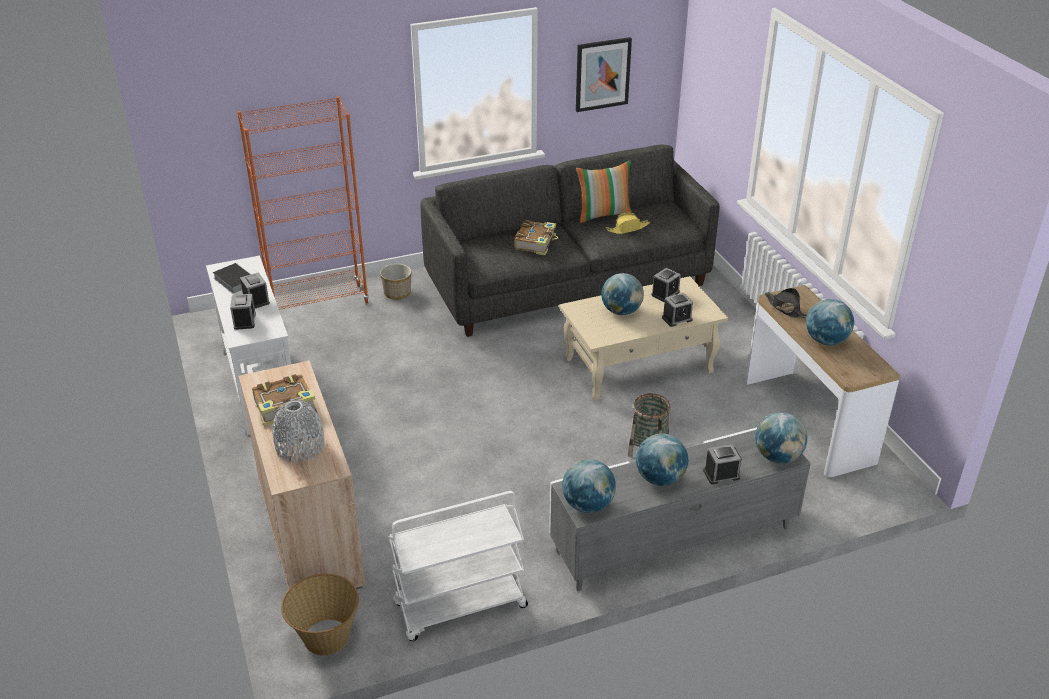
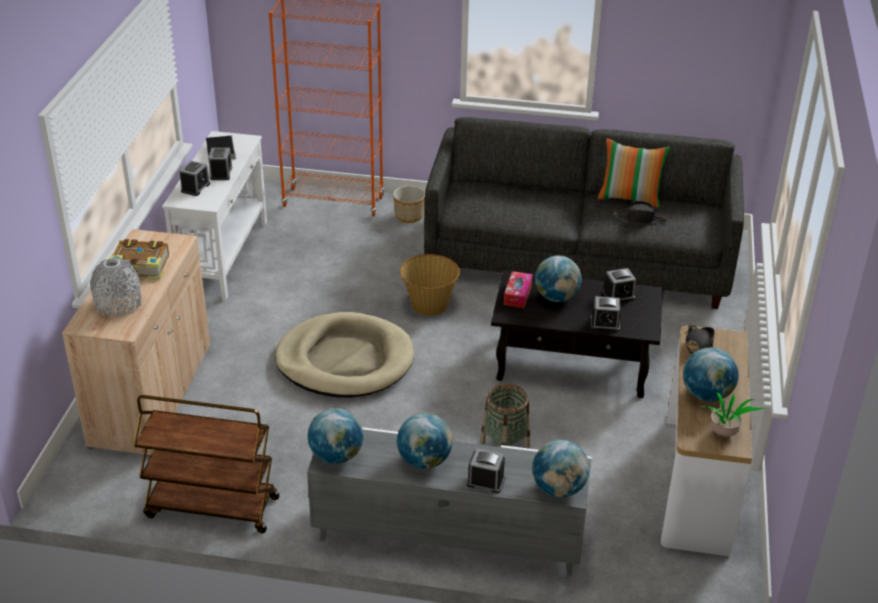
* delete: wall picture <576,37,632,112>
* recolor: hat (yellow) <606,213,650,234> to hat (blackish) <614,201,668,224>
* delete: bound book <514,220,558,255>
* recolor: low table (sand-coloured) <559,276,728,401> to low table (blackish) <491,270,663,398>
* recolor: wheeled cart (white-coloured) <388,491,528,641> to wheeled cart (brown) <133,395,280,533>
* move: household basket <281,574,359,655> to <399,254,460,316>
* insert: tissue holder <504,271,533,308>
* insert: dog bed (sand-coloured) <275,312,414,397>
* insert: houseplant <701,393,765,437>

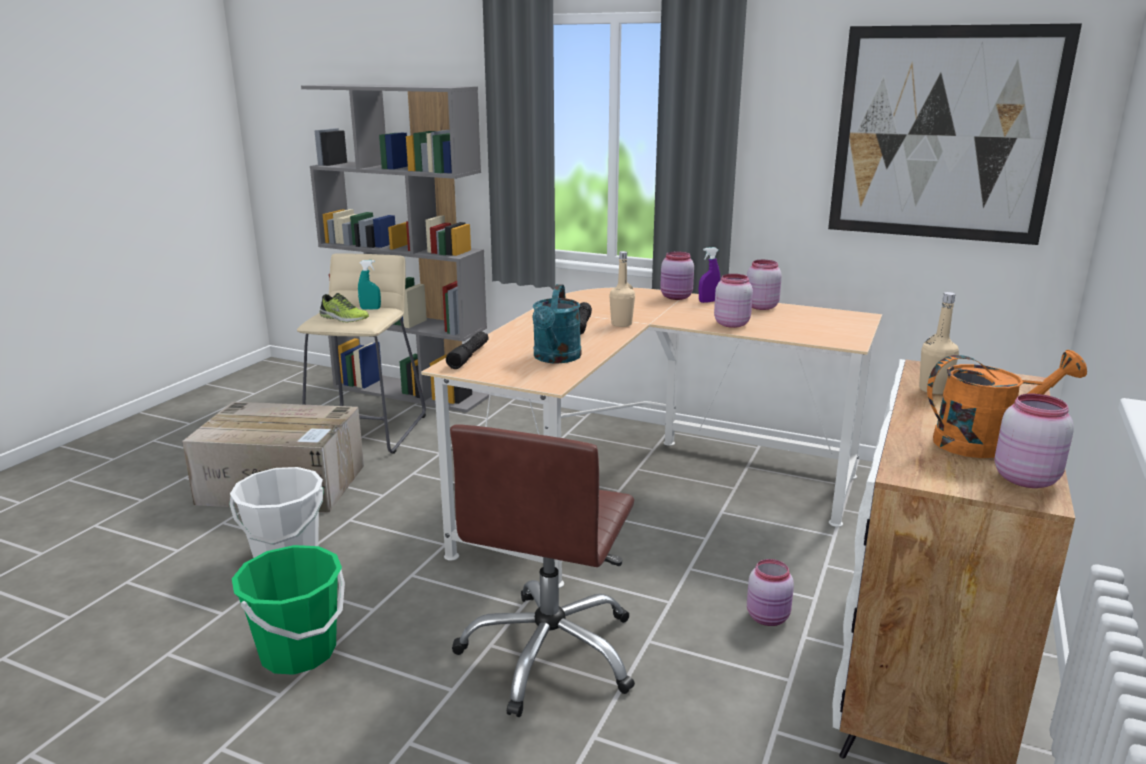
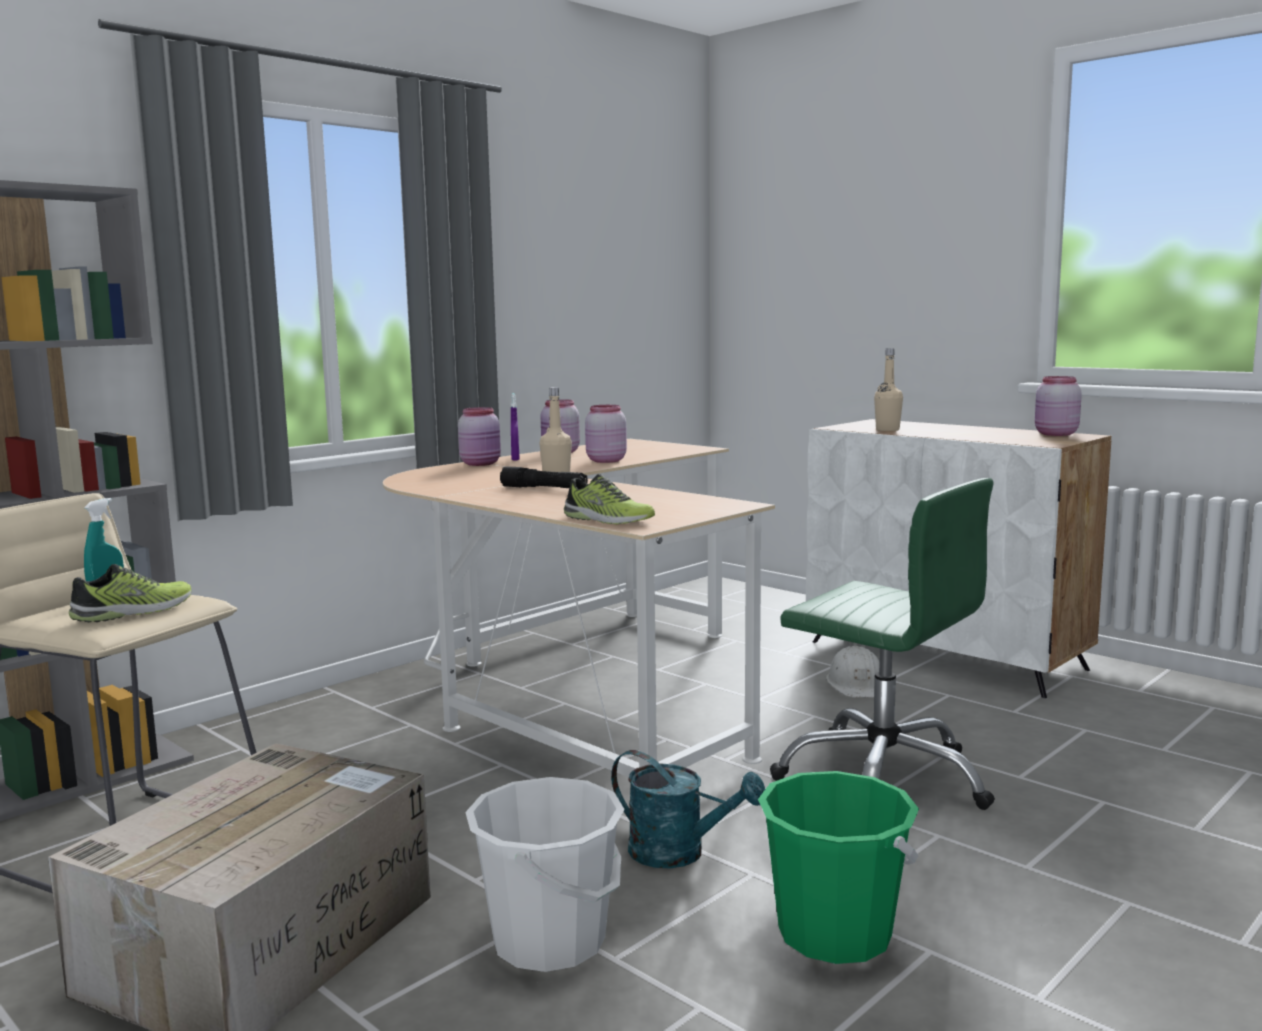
* delete: wall picture <828,23,1082,245>
* move: watering pot (turquoise) <532,284,582,363> to <611,750,765,868>
* replace: hand torch (blackish) <446,332,488,369> to low shoe <564,474,655,524>
* delete: watering pot (orange-coloured) <927,350,1087,458>
* recolor: office chair (brown) <450,424,635,717> to office chair (green-coloured) <770,478,995,810>
* replace: jar (pink-coloured) <747,559,794,626> to work helmet (white-coloured) <826,646,880,698>

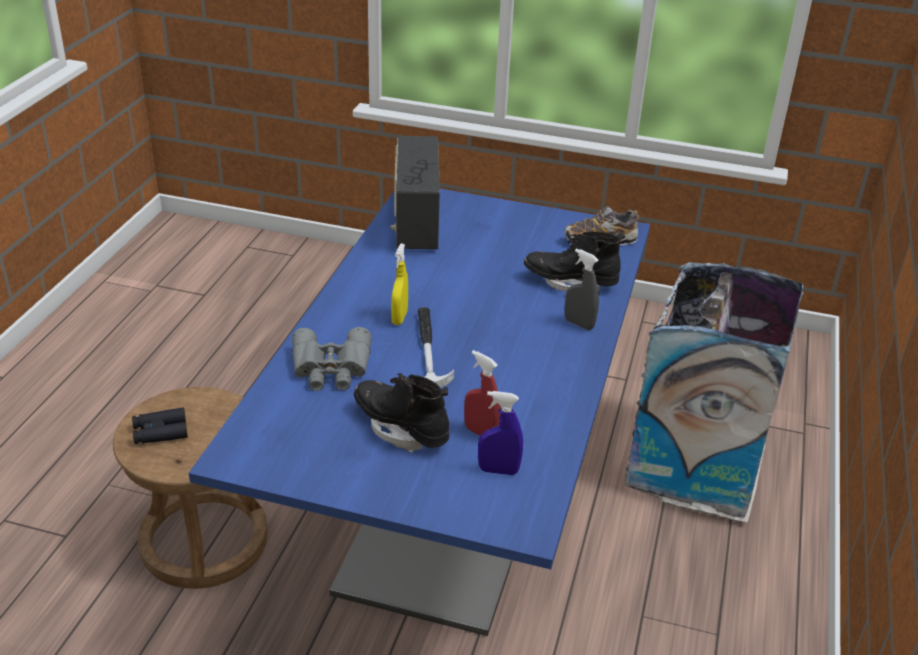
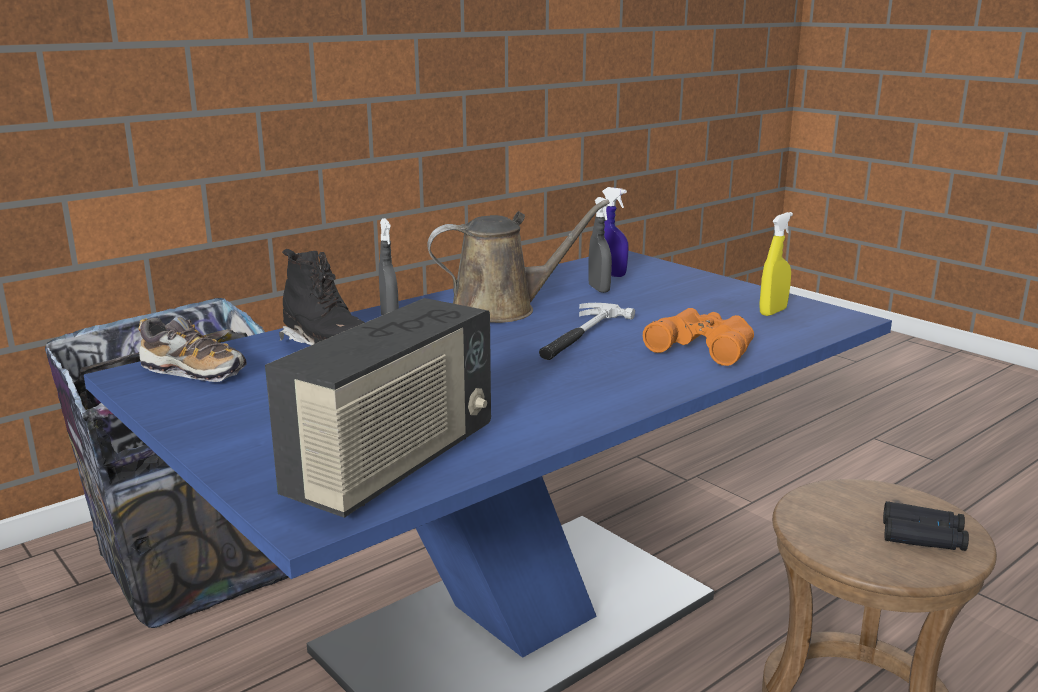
* move: sprayer (yellow) <391,243,408,325> to <759,212,793,316>
* recolor: pair of binoculars (gray) <292,327,371,391> to pair of binoculars (orange-coloured) <643,308,754,366>
* recolor: sprayer (red) <464,350,501,436> to sprayer (gray) <588,197,612,293>
* delete: high-top boot (blackish) <354,373,449,453>
* insert: watering pot (brown) <427,199,610,323>

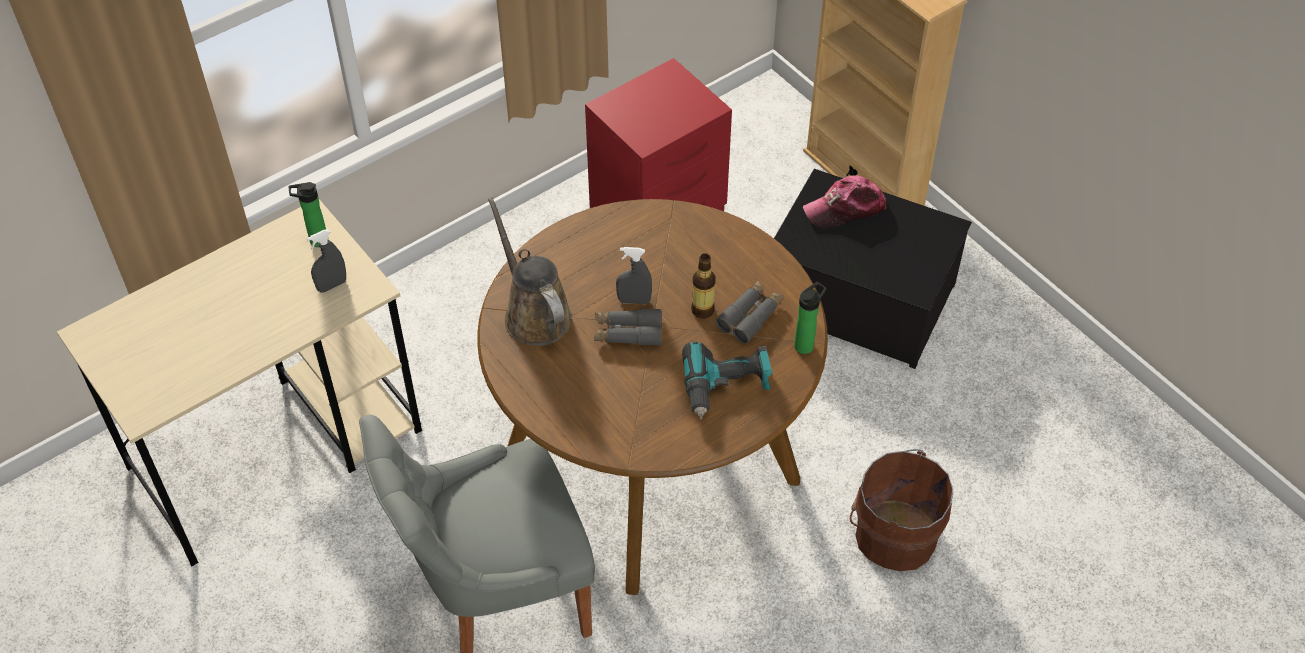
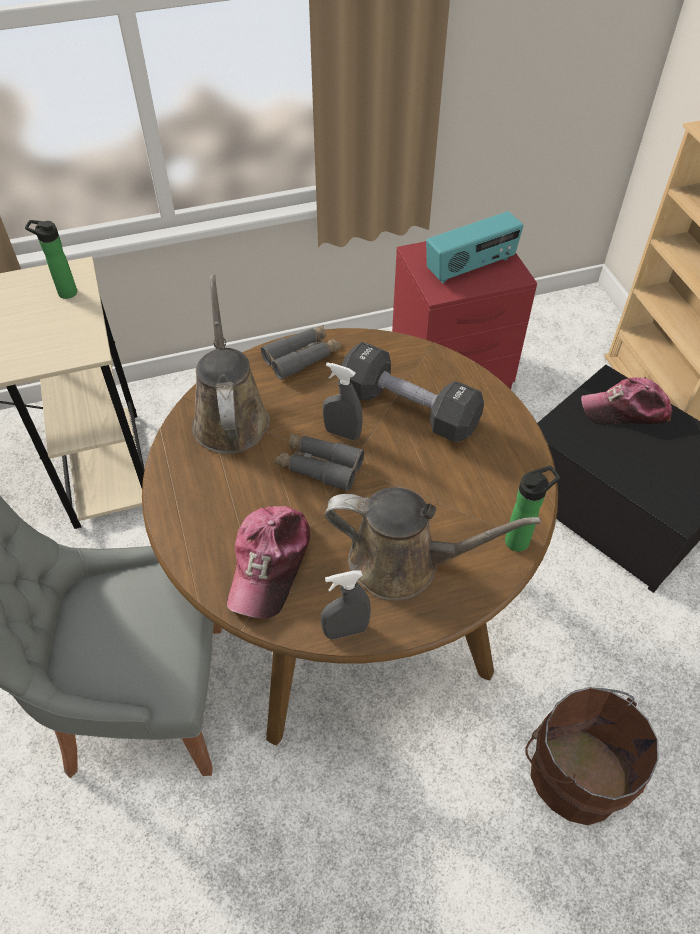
* move: sprayer (gray) <307,229,346,293> to <321,570,371,639>
* delete: drink bottle <691,253,716,319>
* move: pair of binoculars (gray) <715,281,783,343> to <261,325,341,380>
* replace: drill <682,341,772,419> to watering pot (brown) <325,487,541,601>
* insert: radio <426,211,524,283>
* insert: hand weight (blackish) <341,342,484,442>
* insert: baseball cap <227,506,310,619>

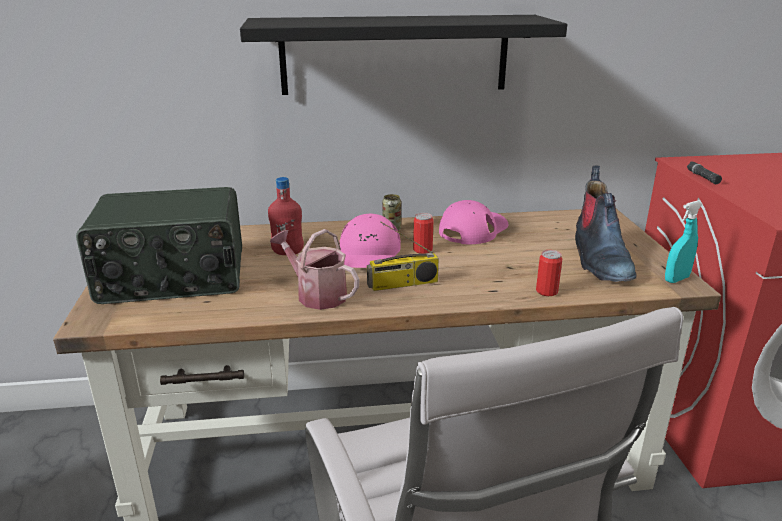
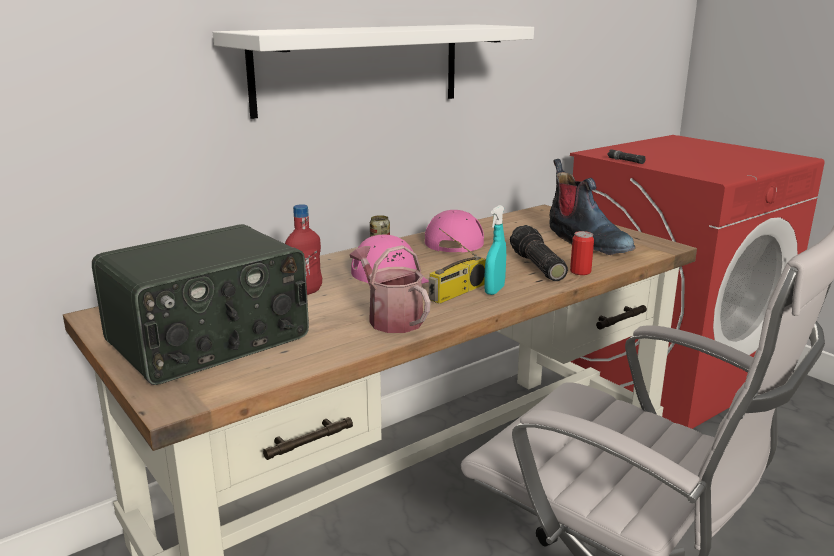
* recolor: wall shelf (blackish) <240,15,567,95> to wall shelf (white-coloured) <213,24,534,119>
* move: sprayer (turquoise) <665,201,702,283> to <484,205,506,295>
* delete: sealed can <413,213,433,254>
* rotate: watering pot <270,229,359,310> = <350,245,431,333> 45 degrees clockwise
* insert: hand torch <510,225,568,281>

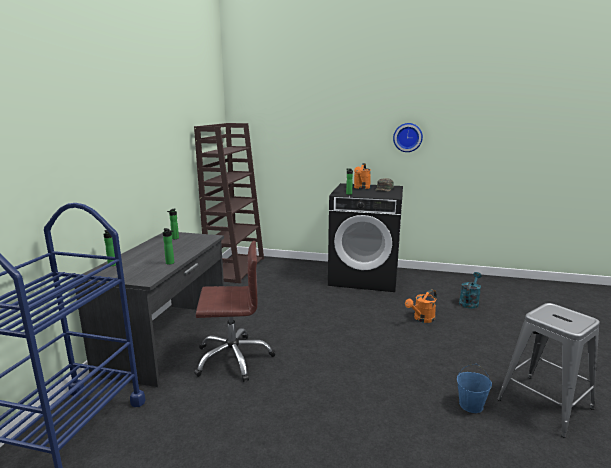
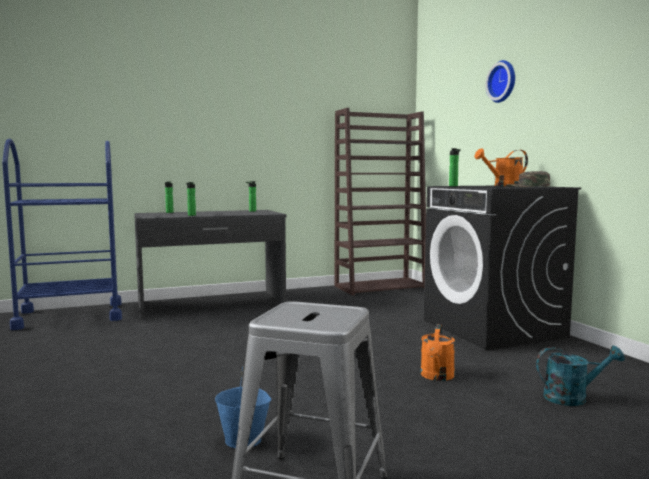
* move: hanging clock <393,123,423,152> to <485,60,515,103>
* delete: office chair (brown) <194,241,276,382>
* rotate: watering pot (orange-coloured) <405,289,437,323> = <421,324,455,381> 90 degrees counterclockwise

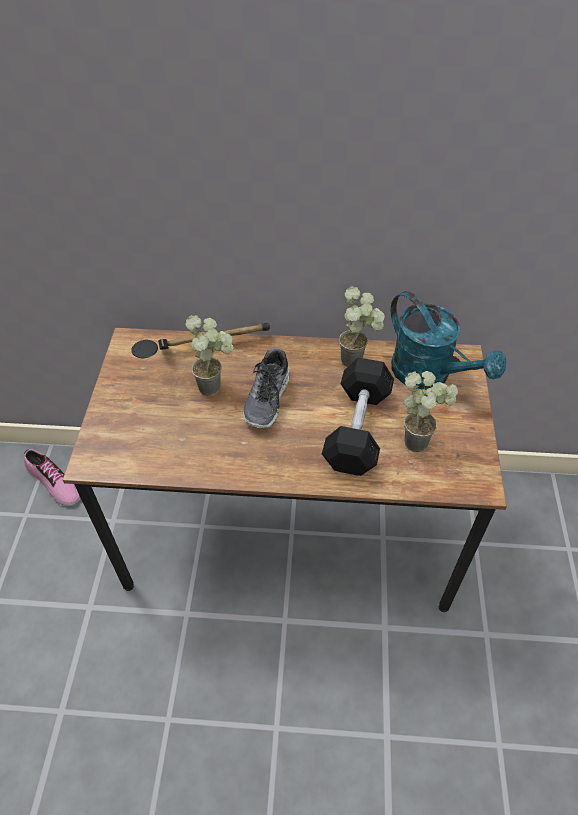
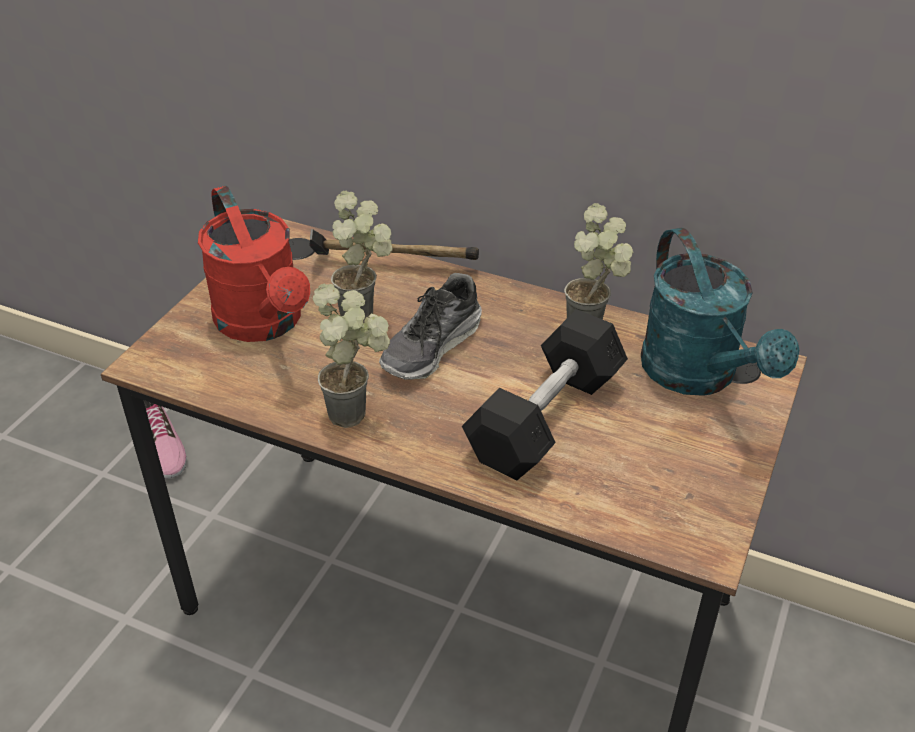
* move: houseplant <404,371,458,452> to <313,283,390,428>
* insert: watering pot (red) <198,186,310,342>

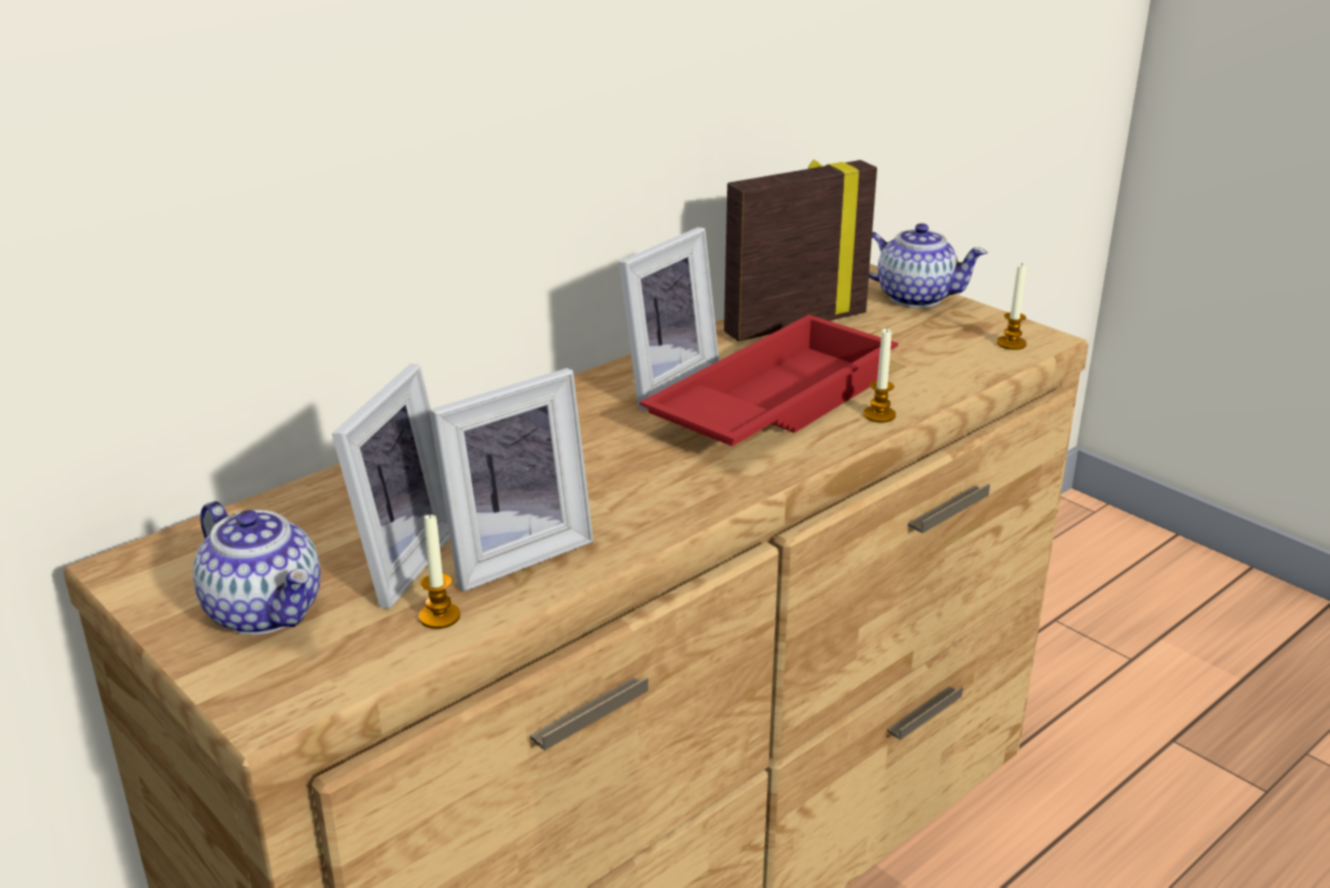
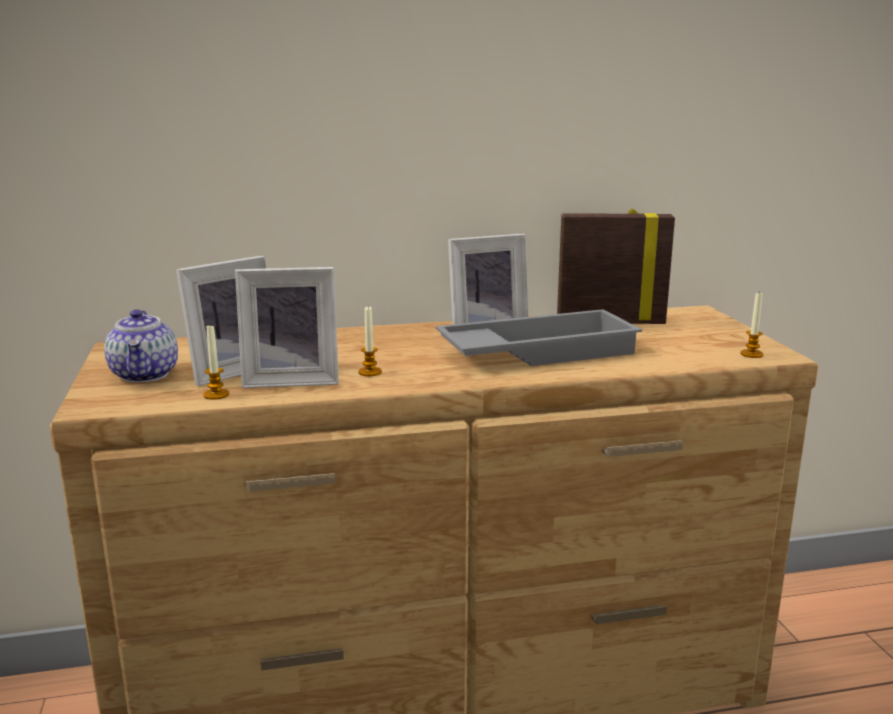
* delete: pot for tea <869,223,987,308>
* recolor: tray (red) <640,315,898,446> to tray (gray) <436,309,642,366>
* move: candle <864,329,896,423> to <358,307,382,376>

